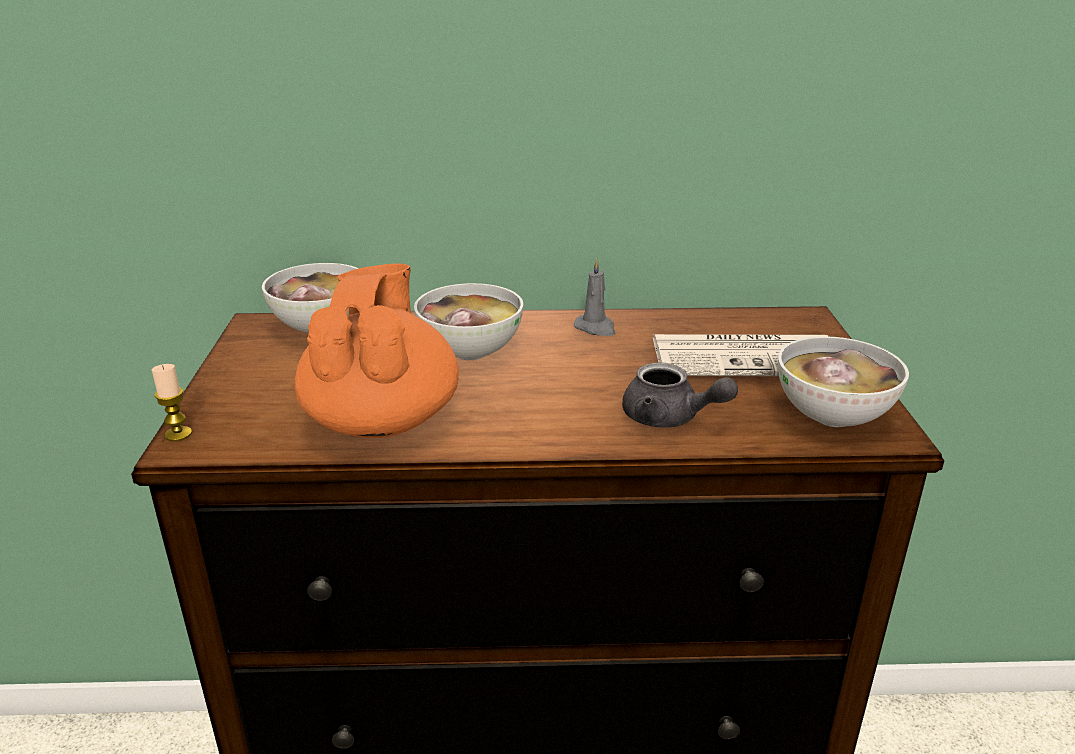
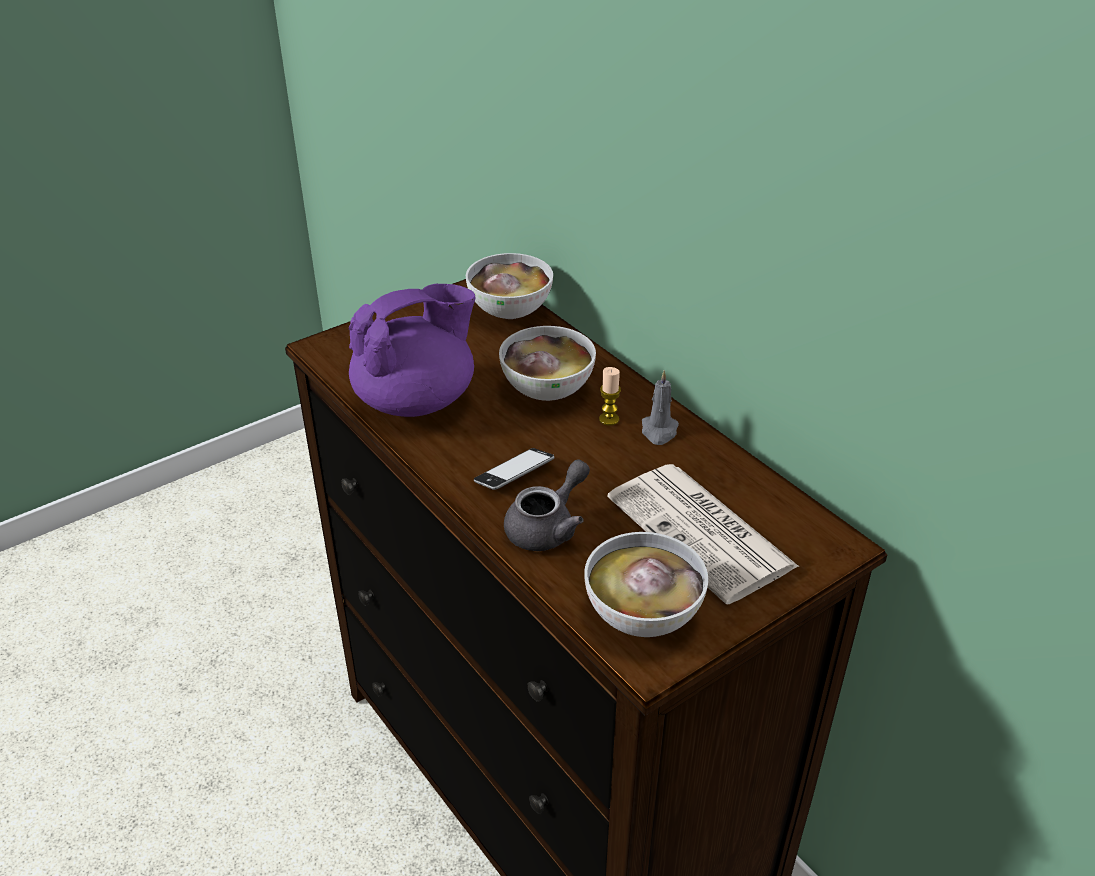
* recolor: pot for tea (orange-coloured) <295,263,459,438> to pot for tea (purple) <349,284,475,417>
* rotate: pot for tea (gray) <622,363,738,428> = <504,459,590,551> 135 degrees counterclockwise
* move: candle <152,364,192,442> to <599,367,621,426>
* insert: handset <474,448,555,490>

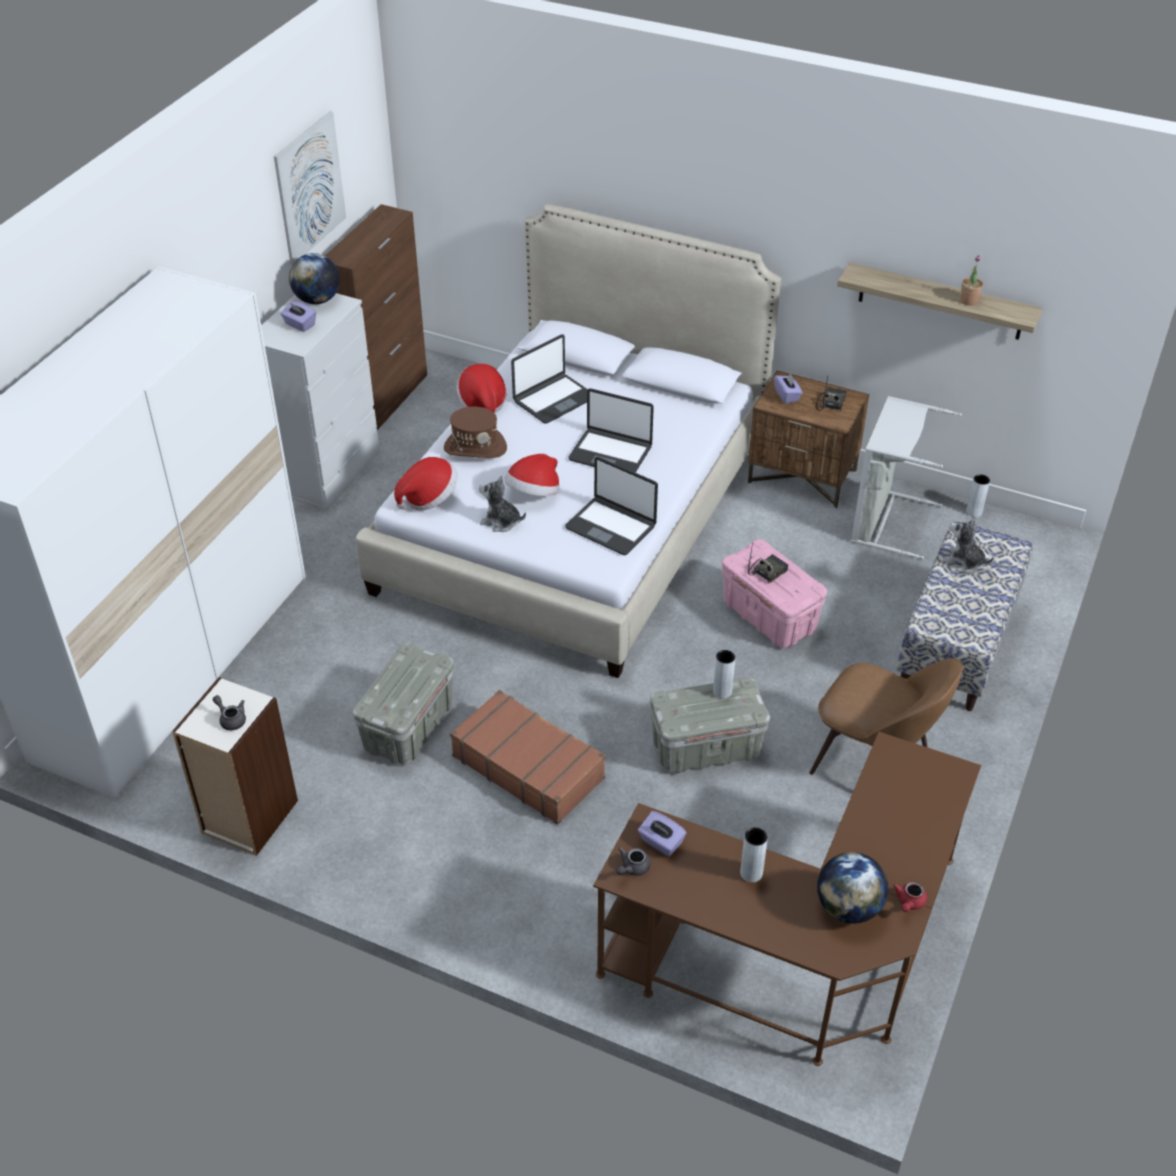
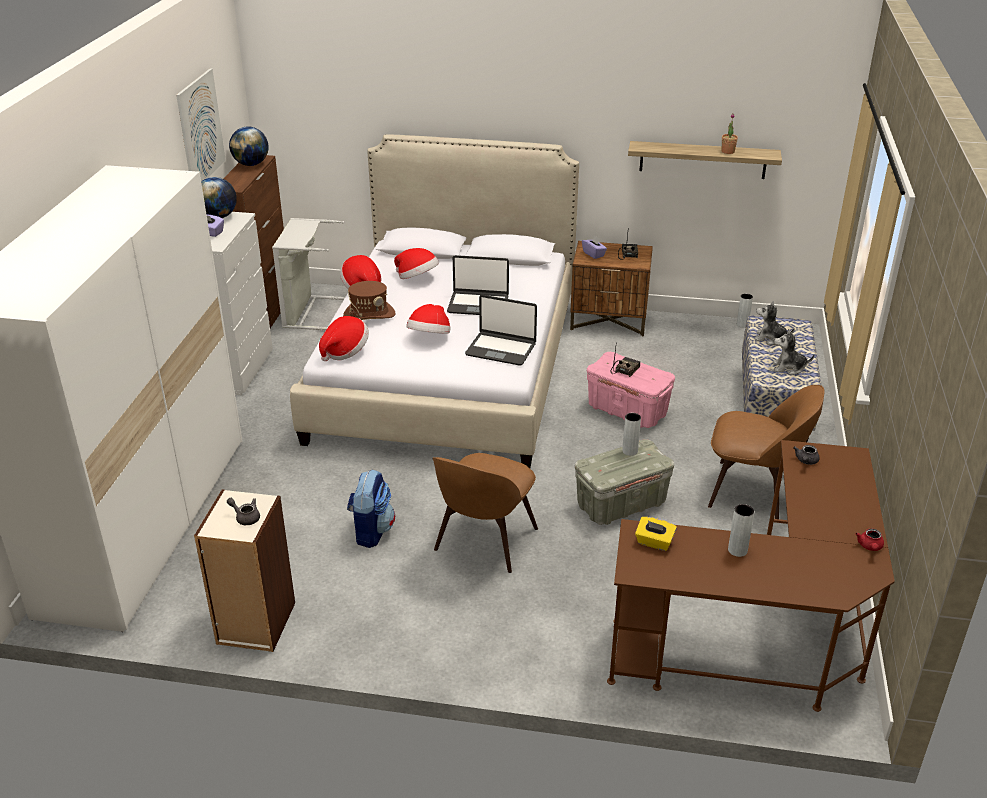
* replace: portable computer <511,334,588,424> to hat <394,248,439,279>
* move: laundry basket (gray) <851,396,962,559> to <272,218,345,330>
* move: plush toy <479,475,526,532> to <773,329,814,375>
* replace: storage container (gray) <352,643,454,765> to knapsack <347,469,395,548>
* replace: travel case (brown) <450,690,605,825> to upright chair (brown) <433,453,538,573>
* recolor: tissue holder (purple) <638,811,687,856> to tissue holder (yellow) <635,517,677,551>
* move: pot for tea (gray) <616,847,651,876> to <793,445,820,465>
* move: desk globe <817,852,888,924> to <229,126,268,166>

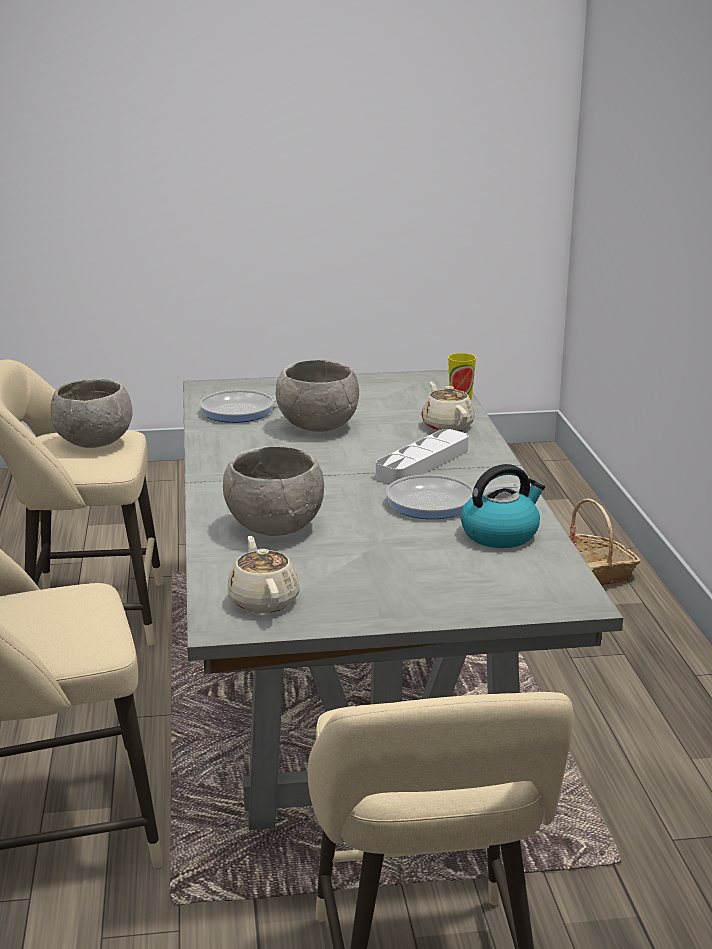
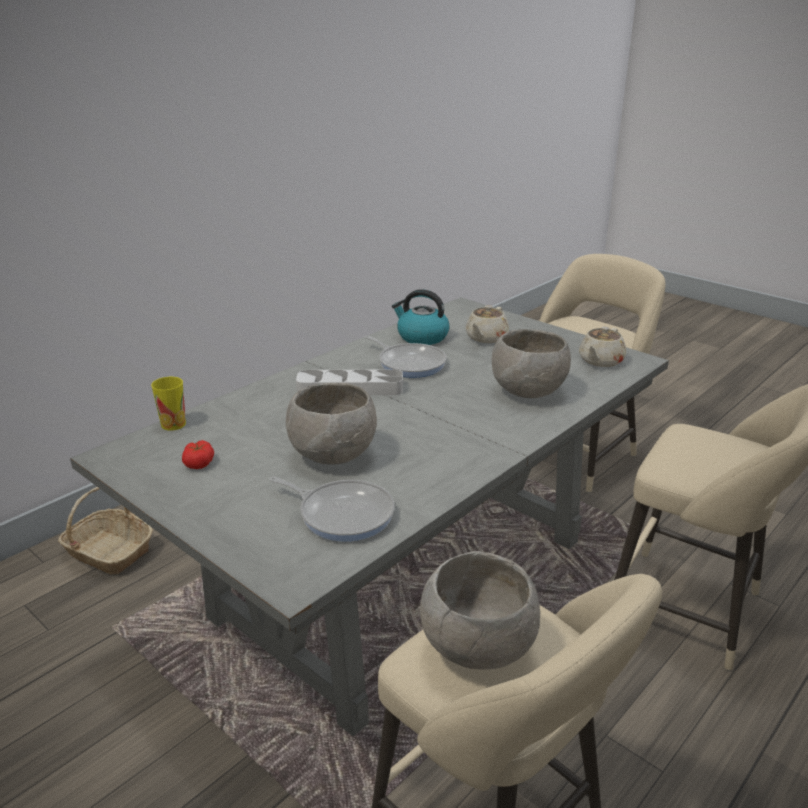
* move: pot for tea (sand-coloured) <422,382,475,431> to <466,305,509,343>
* insert: whole tomato <182,440,214,469>

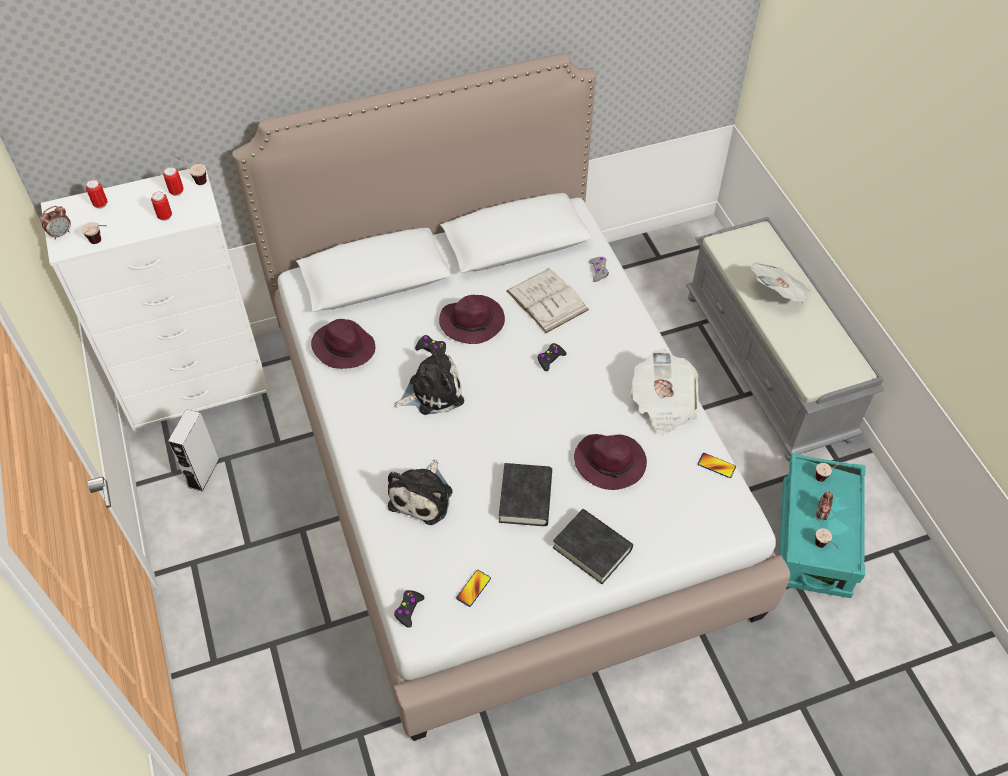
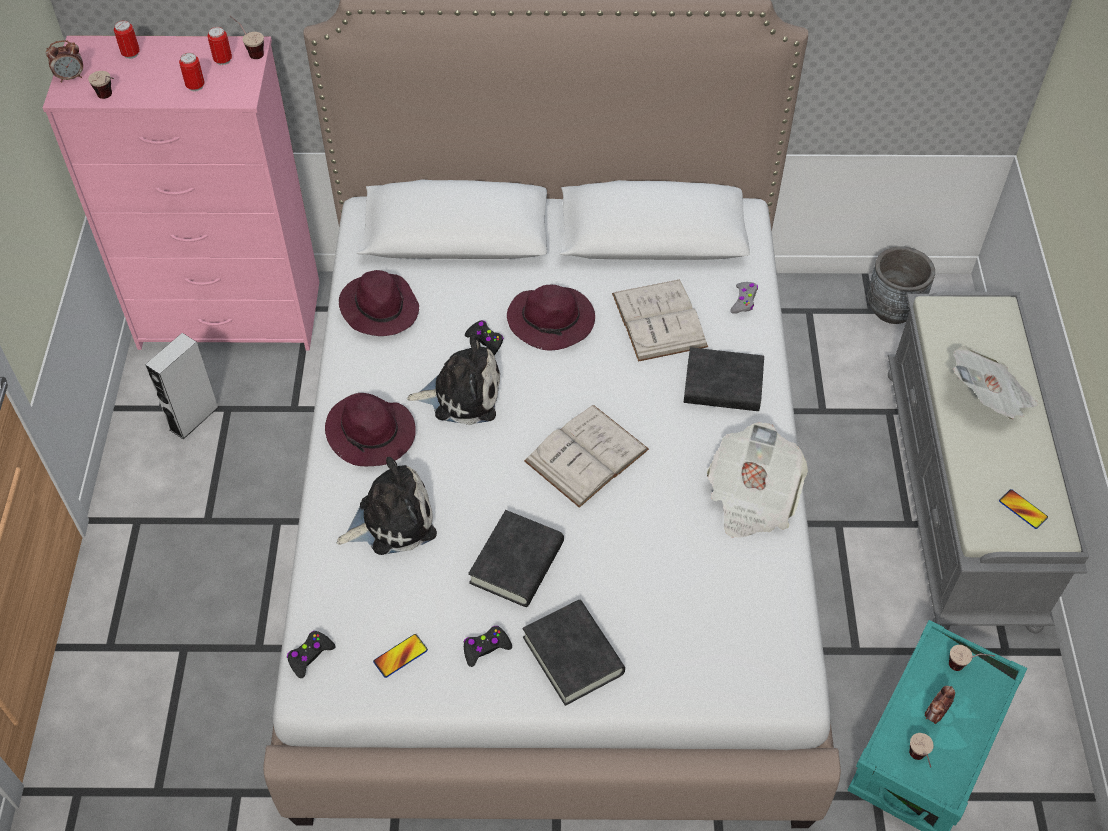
* recolor: dresser (white-coloured) <41,165,271,435> to dresser (pink-coloured) <43,36,319,350>
* move: joypad (blackish) <537,343,567,371> to <464,626,512,667>
* move: hat (purple) <574,434,647,490> to <325,393,416,466>
* move: handset <698,453,736,478> to <999,489,1048,529>
* rotate: plush toy <388,459,452,525> = <337,457,437,555> 150 degrees counterclockwise
* insert: plant pot (gray) <867,246,935,324>
* insert: bound book (blackish) <684,347,764,411>
* insert: bound book (white-coloured) <524,405,649,508>

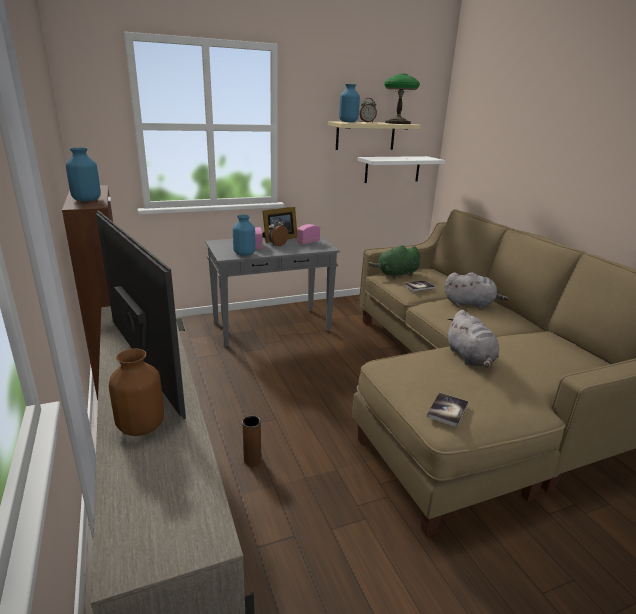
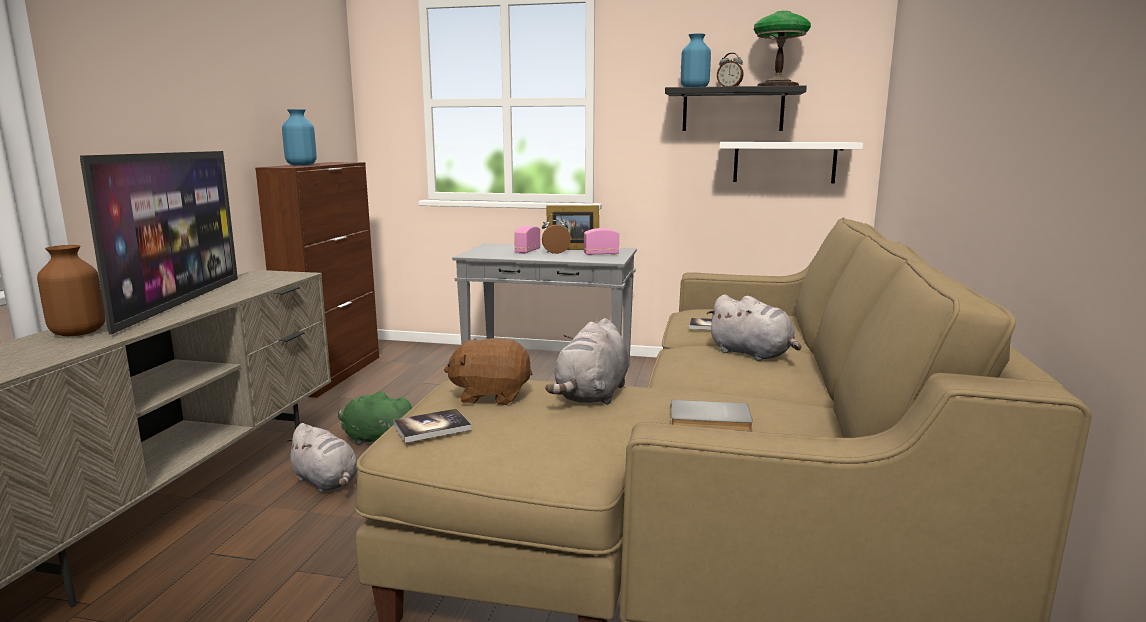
* recolor: wall shelf (sand-coloured) <328,121,421,150> to wall shelf (blackish) <665,85,807,131>
* delete: vase (blue) <233,215,255,256>
* move: plush toy (green-coloured) <369,245,420,278> to <338,391,413,445>
* replace: vase (brown) <242,416,261,465> to plush toy (gray) <285,423,358,492>
* insert: plush toy (brown) <444,338,532,405>
* insert: bound book (gray) <671,400,753,431>

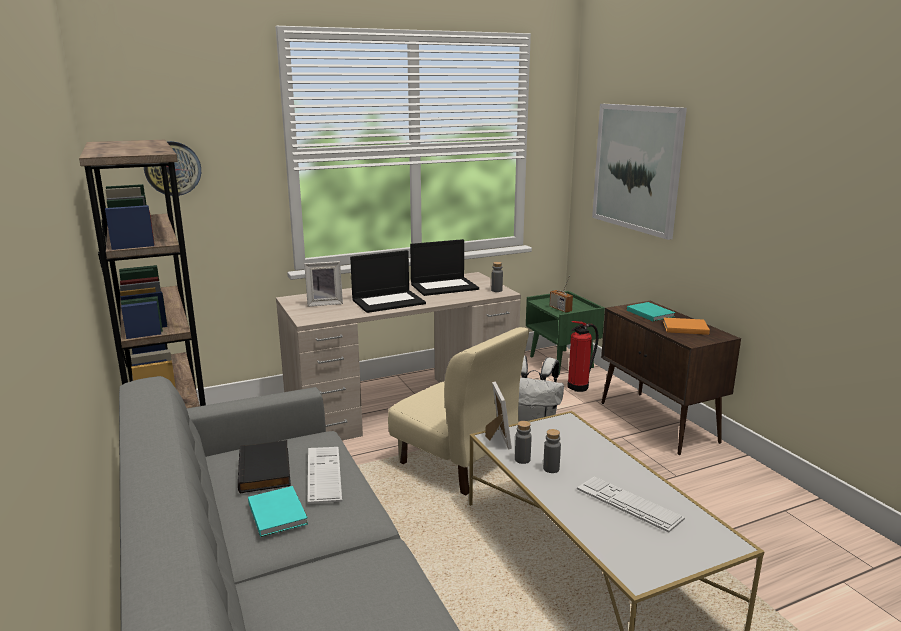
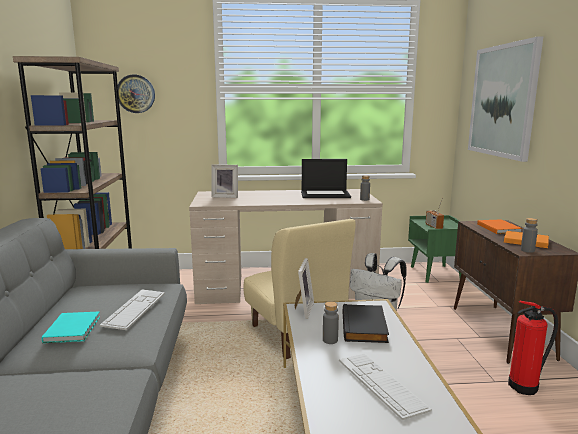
* delete: portable computer <350,250,426,313>
* recolor: bound book (turquoise) <627,302,675,321> to bound book (orange-coloured) <477,219,522,234>
* move: extinguisher <567,321,599,392> to <508,301,558,395>
* move: drink bottle (gray) <515,421,532,464> to <521,218,538,253>
* move: bound book (blackish) <238,440,291,493> to <343,304,389,343>

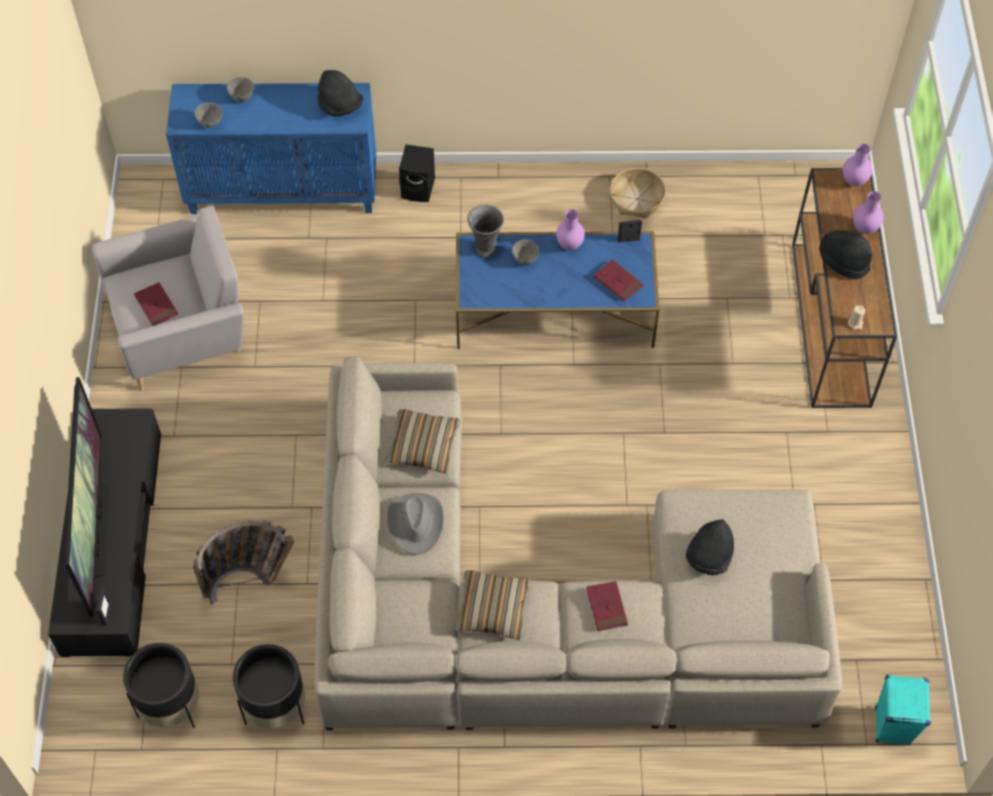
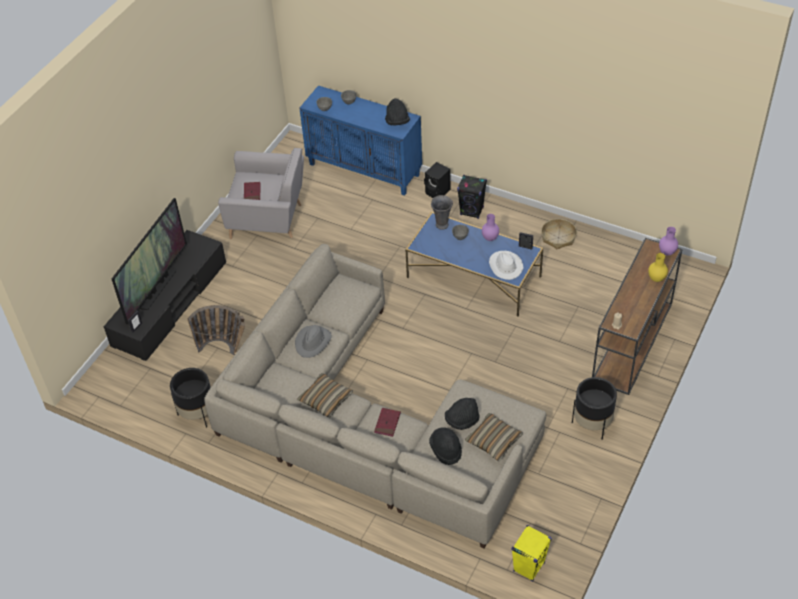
* recolor: vase (purple) <853,191,884,234> to vase (yellow) <648,253,668,282>
* move: hat (blackish) <819,230,872,279> to <429,427,462,465>
* replace: bound book (red) <594,259,643,302> to hat (white-coloured) <489,251,523,280>
* move: cushion <385,409,460,474> to <465,413,523,462>
* move: plant pot (blackish) <123,643,199,728> to <572,377,617,440>
* recolor: loudspeaker (turquoise) <875,675,931,745> to loudspeaker (yellow) <511,525,552,582>
* insert: loudspeaker (blackish) <457,175,487,219>

